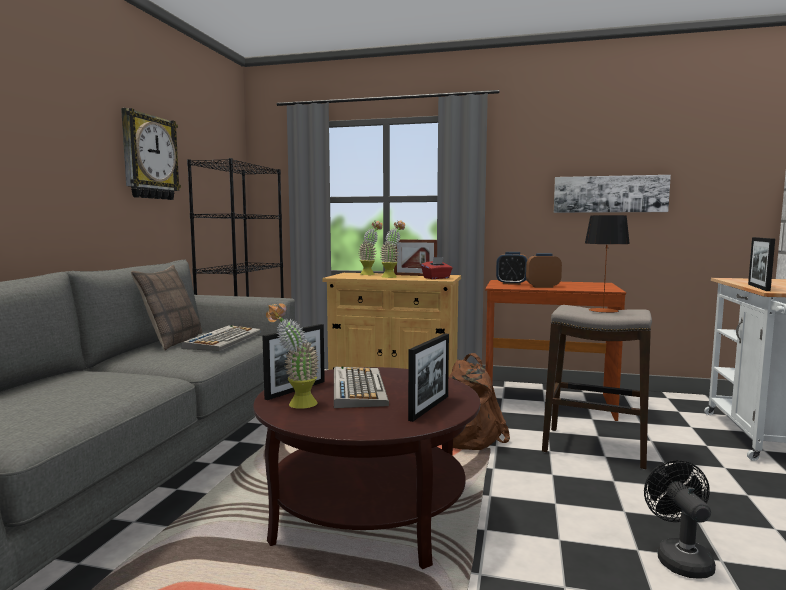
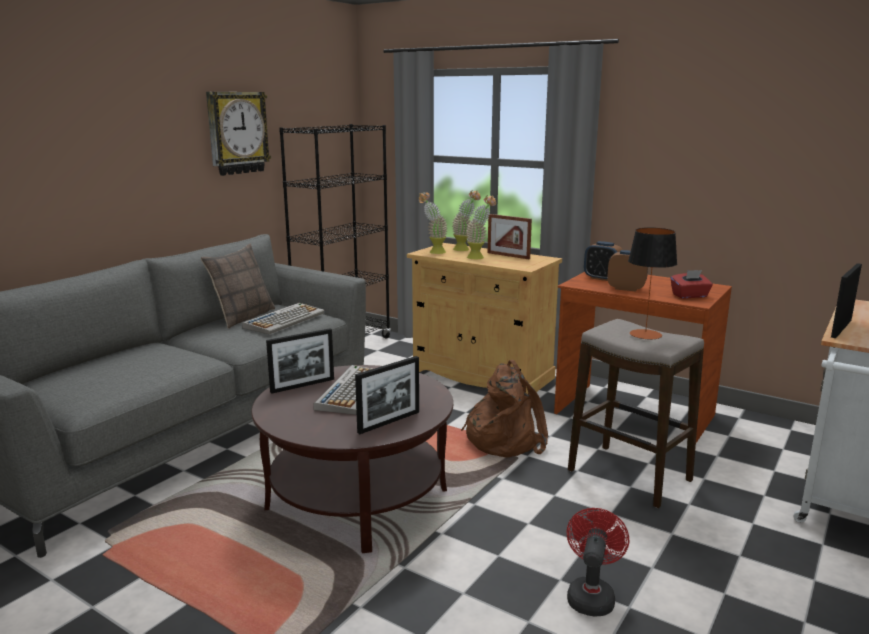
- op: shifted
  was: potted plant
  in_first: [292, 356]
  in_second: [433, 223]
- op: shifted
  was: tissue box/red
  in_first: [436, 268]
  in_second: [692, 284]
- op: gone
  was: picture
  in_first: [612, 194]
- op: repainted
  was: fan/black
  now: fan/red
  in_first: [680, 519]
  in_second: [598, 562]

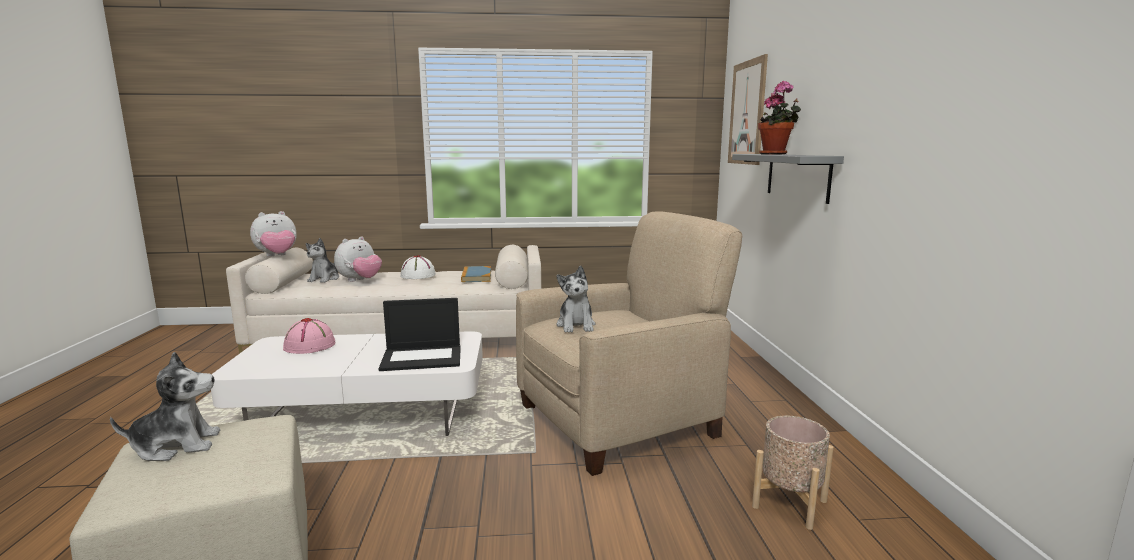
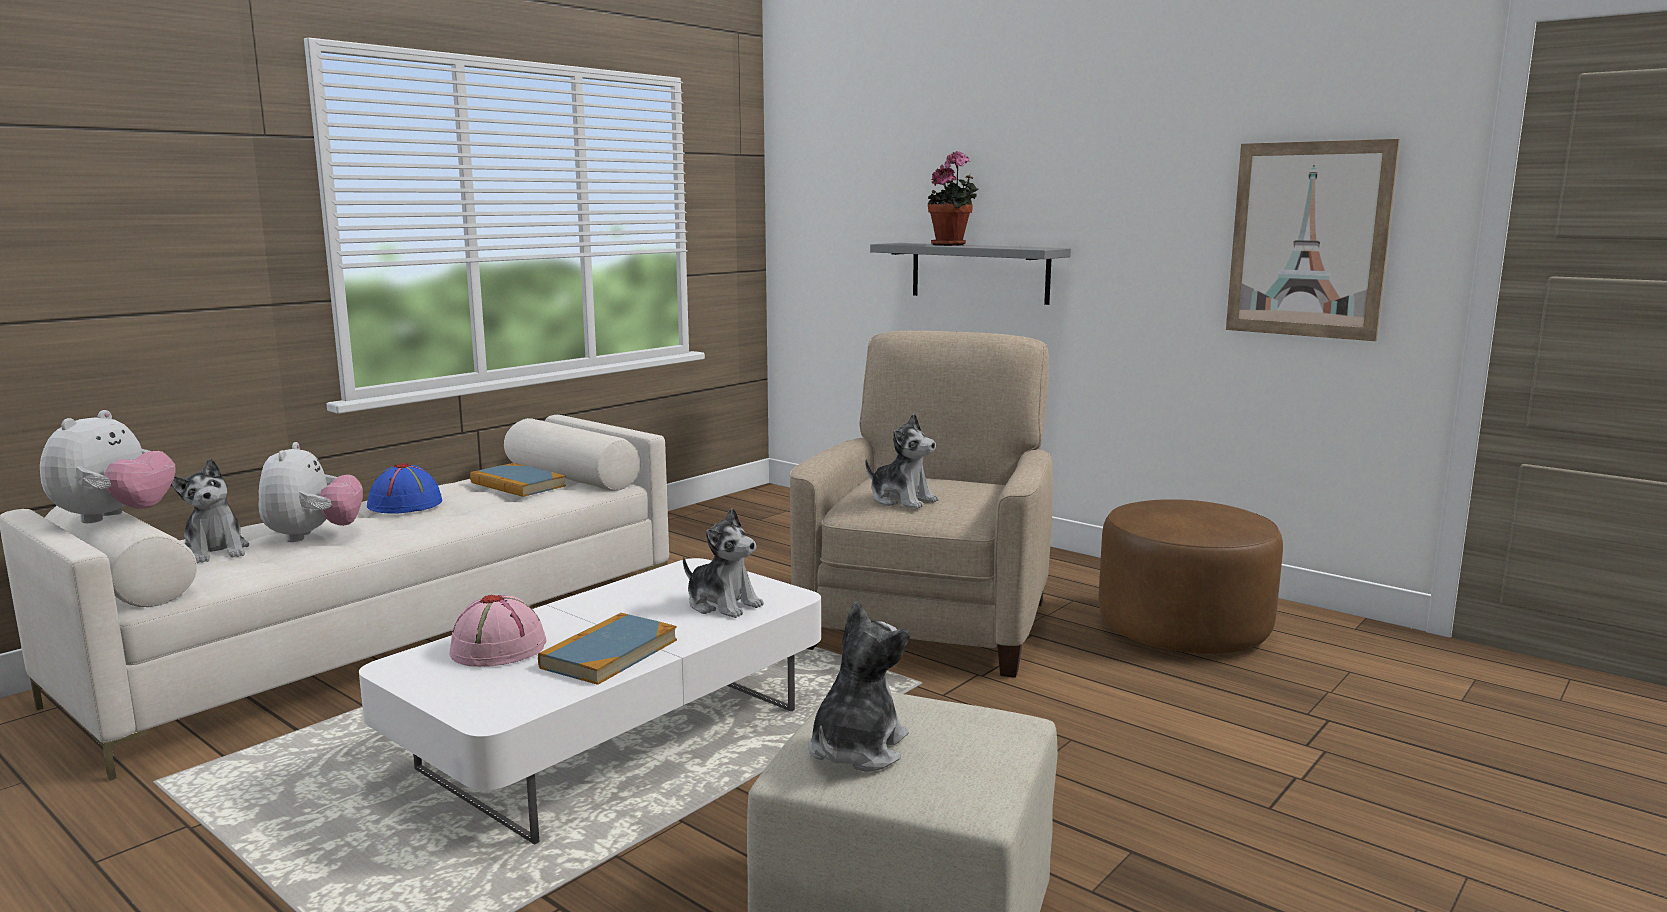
- op: swapped
  was: laptop
  now: plush toy
  in_first: [419, 334]
  in_second: [723, 563]
- op: repainted
  was: hat/white
  now: hat/blue
  in_first: [418, 267]
  in_second: [404, 488]
- op: shifted
  was: picture
  in_first: [748, 109]
  in_second: [1313, 240]
- op: swapped
  was: planter/beige
  now: ottoman/brown
  in_first: [793, 473]
  in_second: [1190, 576]
- op: new
  now: book
  in_second: [607, 649]

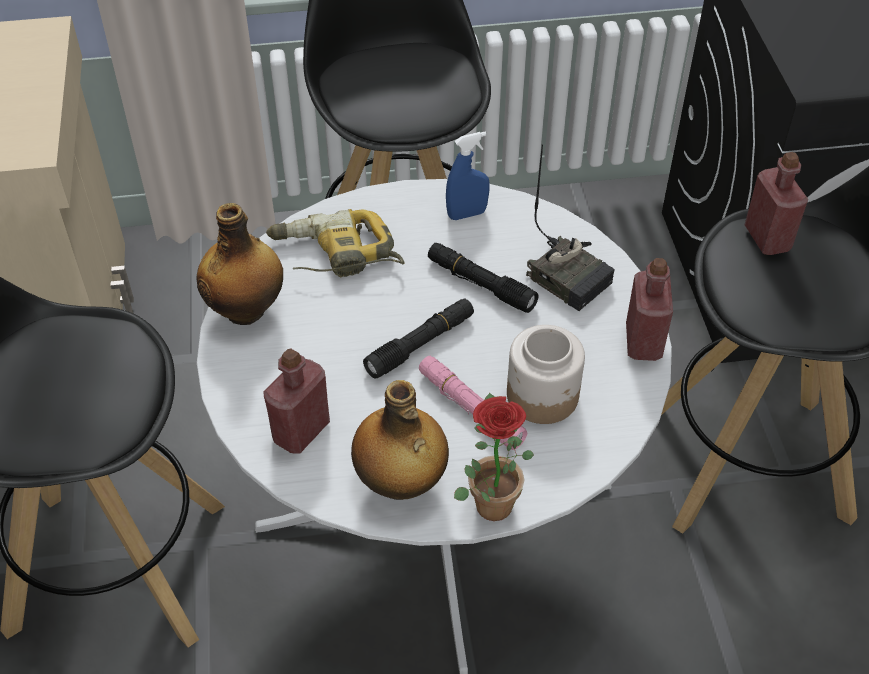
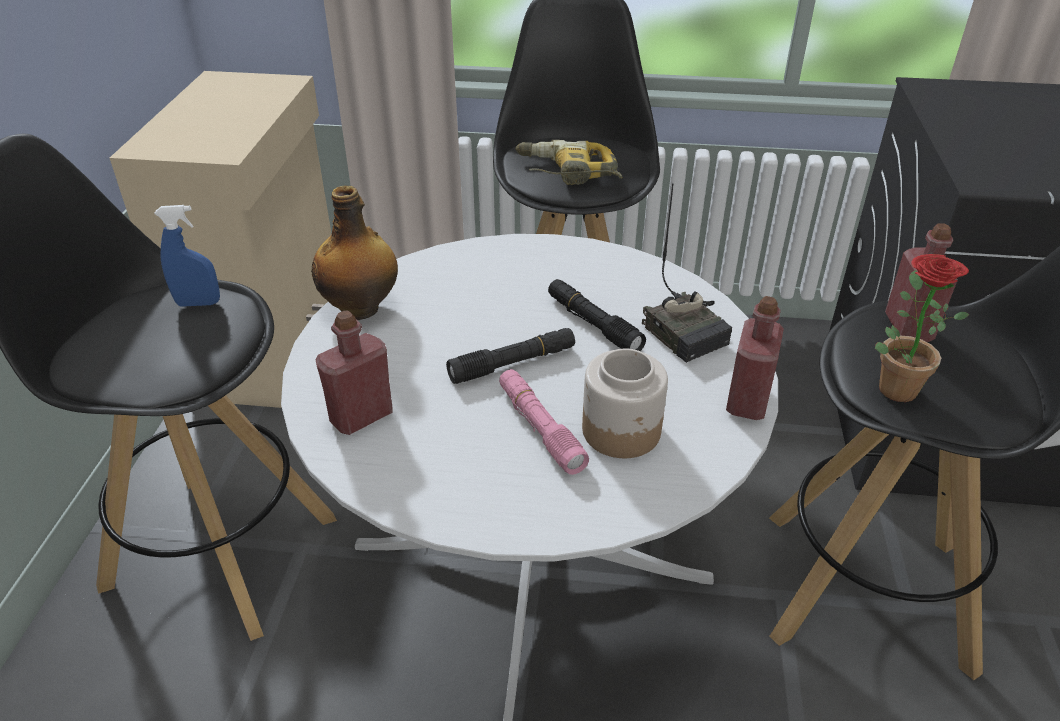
- op: shifted
  was: power drill
  in_first: [335, 243]
  in_second: [569, 162]
- op: gone
  was: bottle
  in_first: [400, 440]
- op: shifted
  was: spray bottle/blue
  in_first: [467, 175]
  in_second: [187, 256]
- op: shifted
  was: potted plant
  in_first: [494, 457]
  in_second: [922, 328]

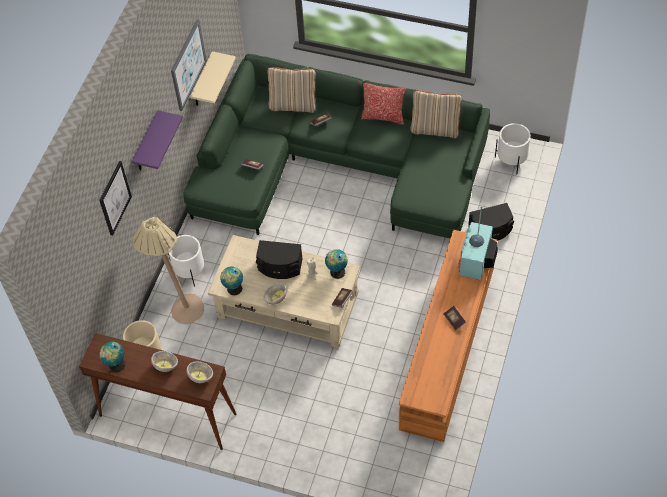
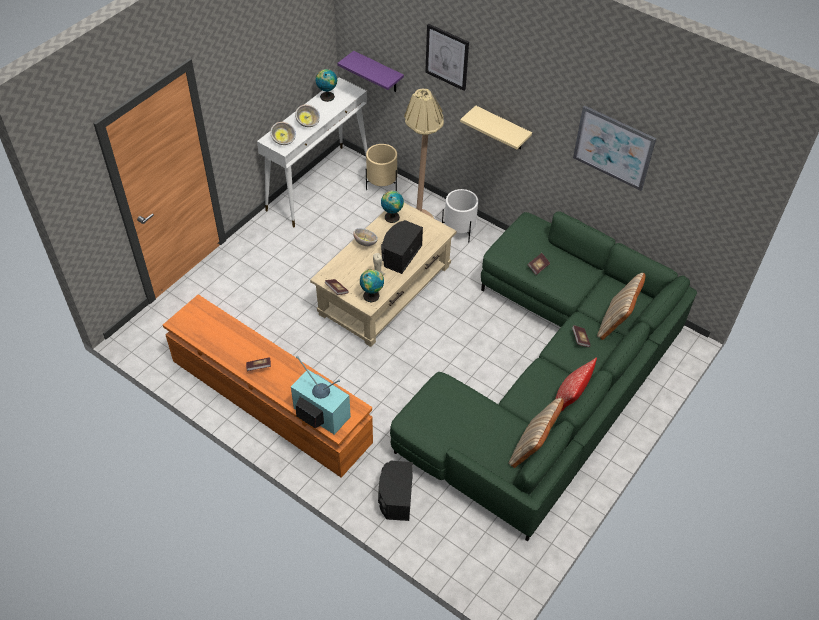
- op: repainted
  was: console table/brown
  now: console table/white
  in_first: [157, 391]
  in_second: [312, 152]
- op: shifted
  was: shelf/purple
  in_first: [157, 140]
  in_second: [370, 71]
- op: shifted
  was: shelf/beige
  in_first: [213, 78]
  in_second: [496, 128]
- op: gone
  was: planter/white
  in_first: [513, 148]

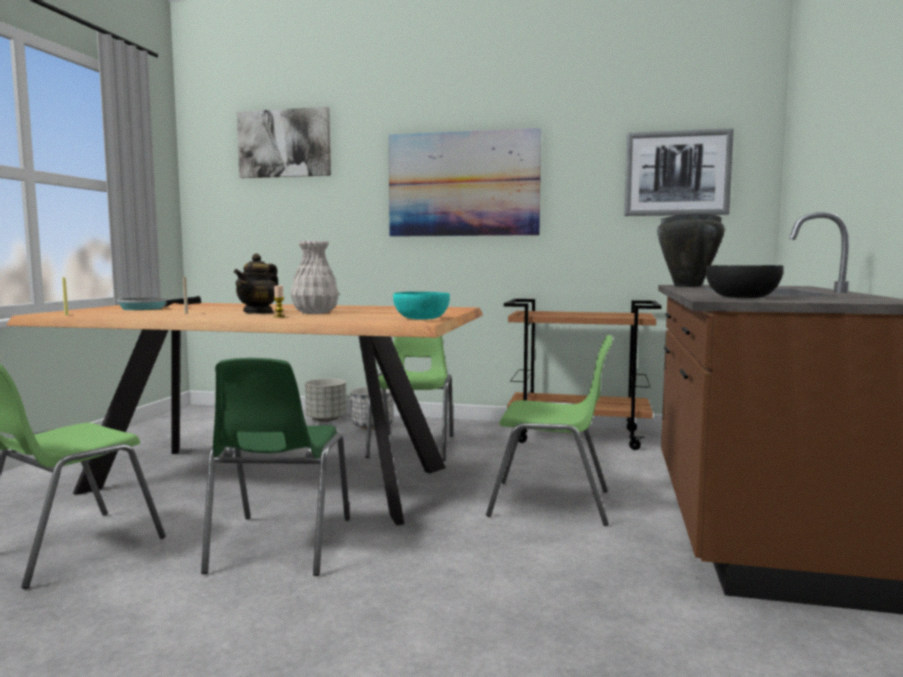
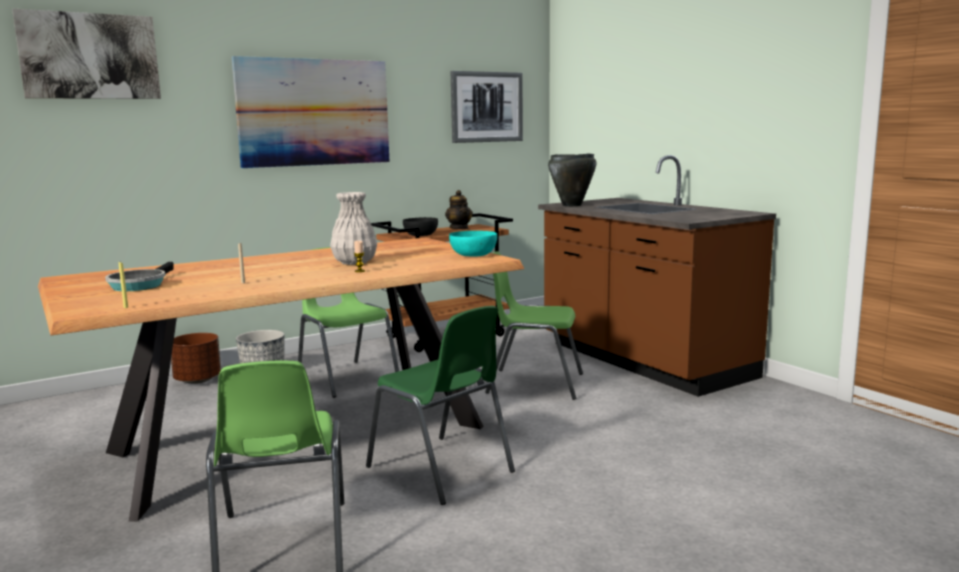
- op: shifted
  was: teapot
  in_first: [256, 283]
  in_second: [459, 209]
- op: repainted
  was: planter/grey
  now: planter/brown
  in_first: [326, 400]
  in_second: [196, 358]
- op: rotated
  was: chair/green
  in_first: [549, 430]
  in_second: [534, 326]
  clockwise: -135
- op: shifted
  was: bowl/black
  in_first: [744, 281]
  in_second: [420, 226]

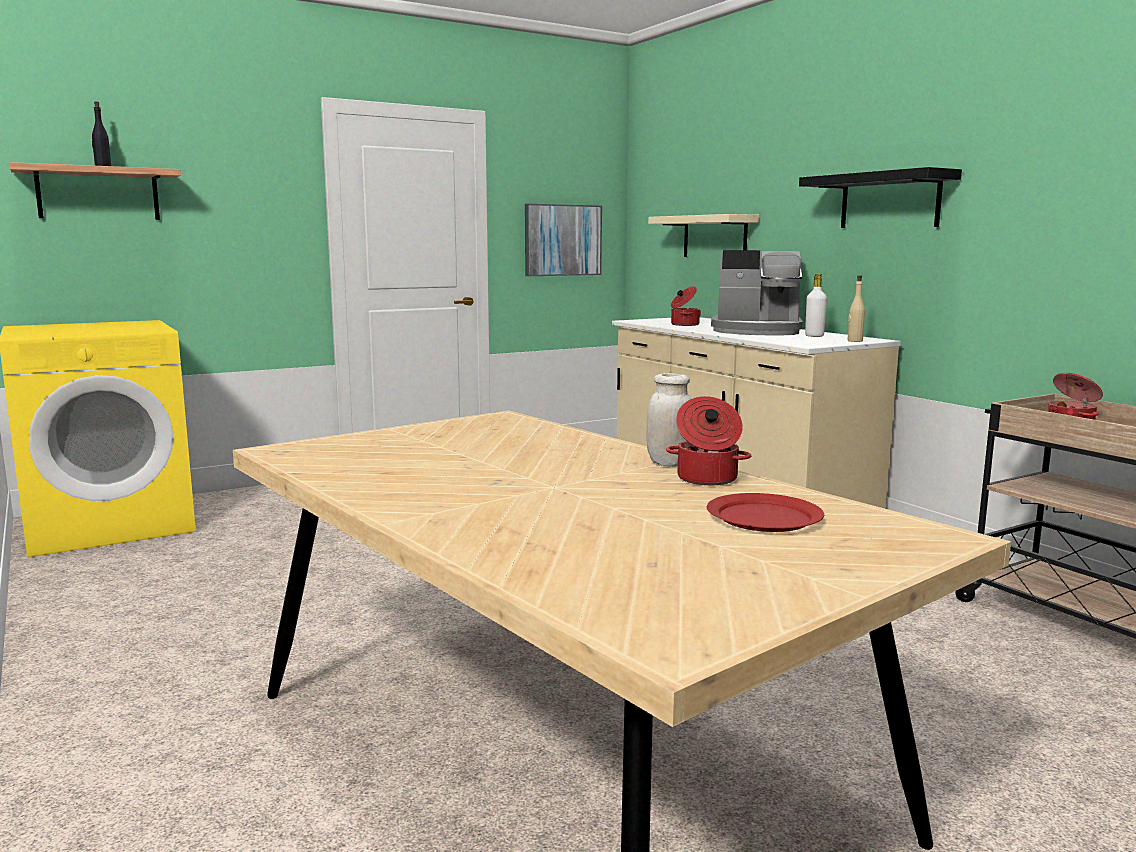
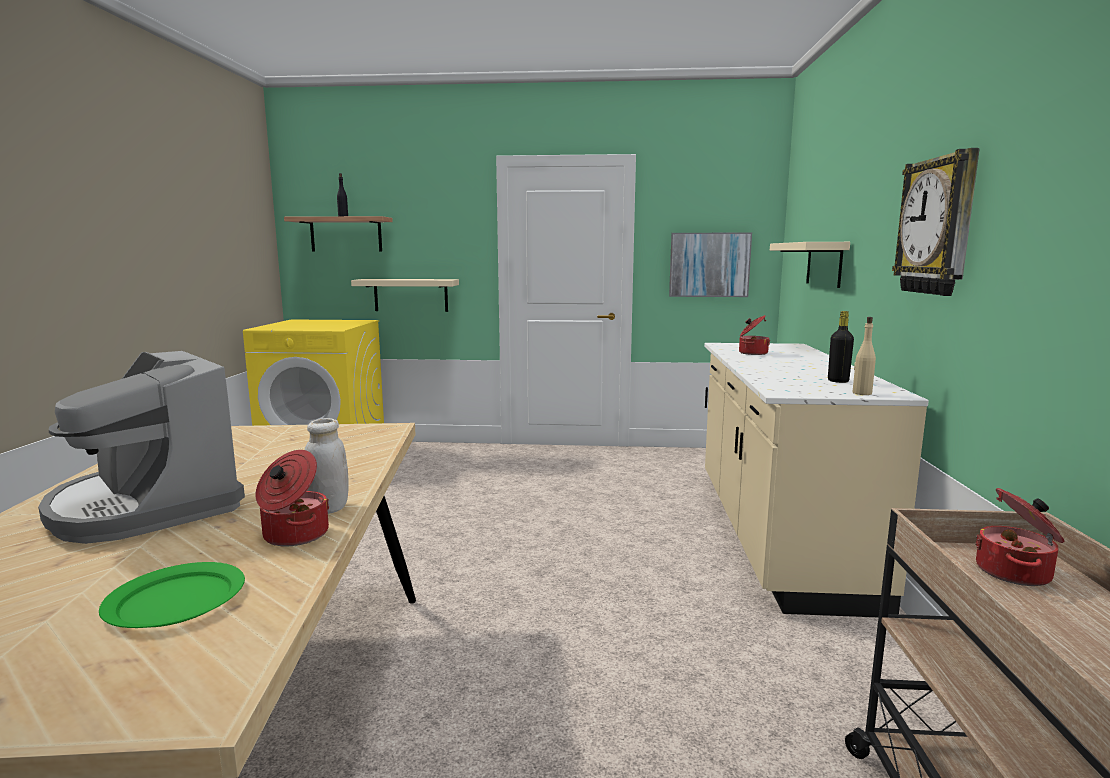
- op: repainted
  was: plate/red
  now: plate/green
  in_first: [765, 512]
  in_second: [172, 595]
- op: shifted
  was: coffee machine
  in_first: [757, 292]
  in_second: [141, 447]
- op: swapped
  was: shelf/black
  now: wall clock
  in_first: [880, 197]
  in_second: [936, 222]
- op: repainted
  was: bottle/white
  now: bottle/black
  in_first: [816, 305]
  in_second: [841, 347]
- op: new
  now: shelf/beige
  in_second: [405, 295]

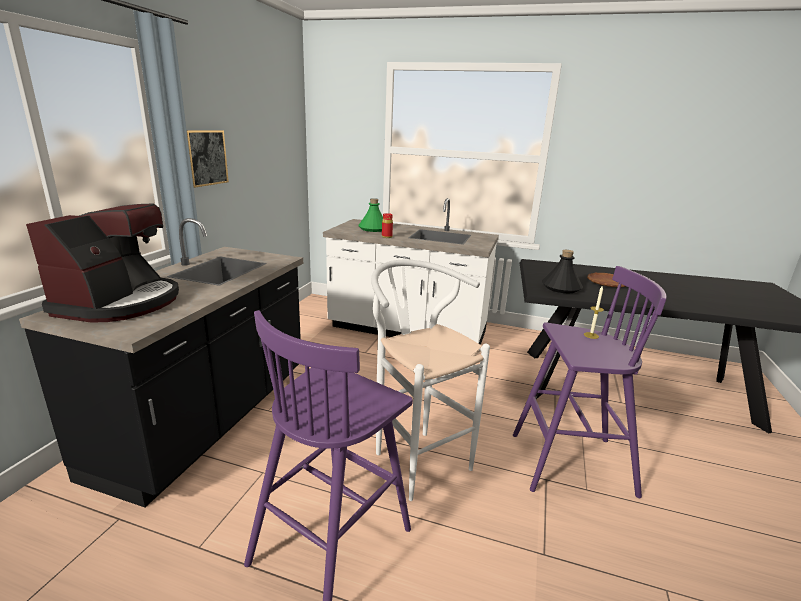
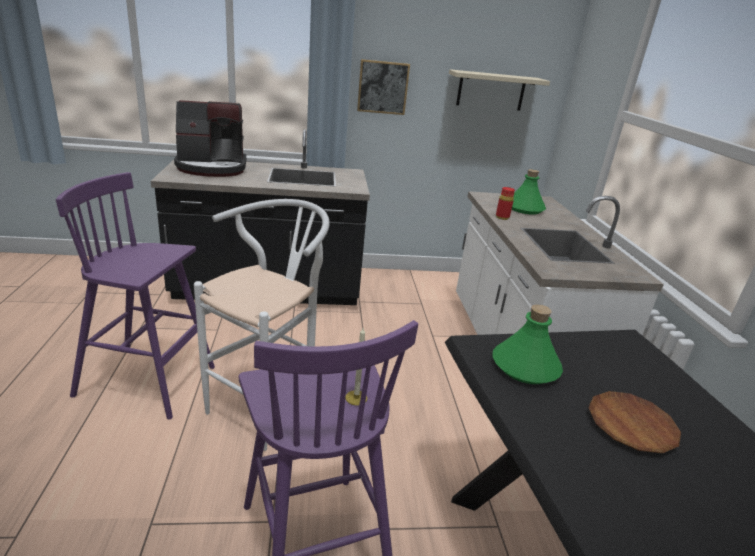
- op: repainted
  was: bottle/black
  now: bottle/green
  in_first: [562, 271]
  in_second: [528, 344]
- op: new
  now: shelf/beige
  in_second: [499, 90]

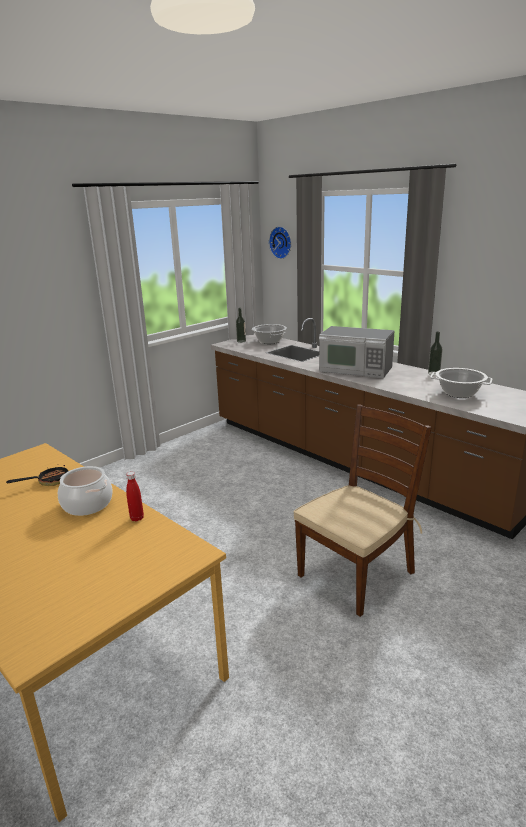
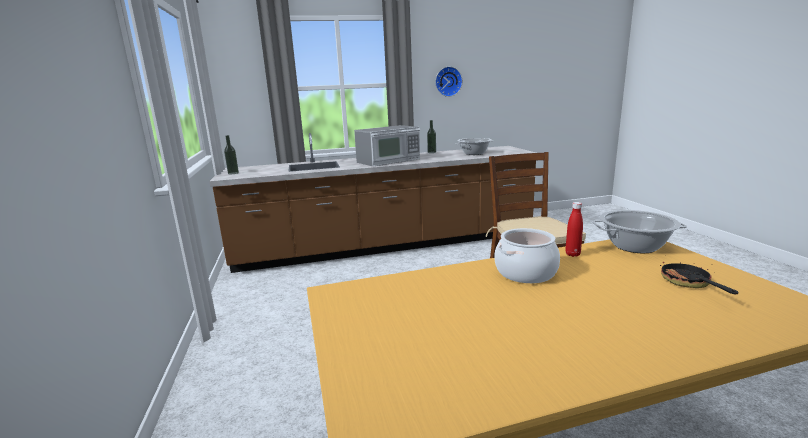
- op: shifted
  was: frying pan
  in_first: [37, 475]
  in_second: [699, 278]
- op: shifted
  was: cooking pot
  in_first: [269, 334]
  in_second: [639, 231]
- op: shifted
  was: wall clock
  in_first: [280, 242]
  in_second: [449, 81]

